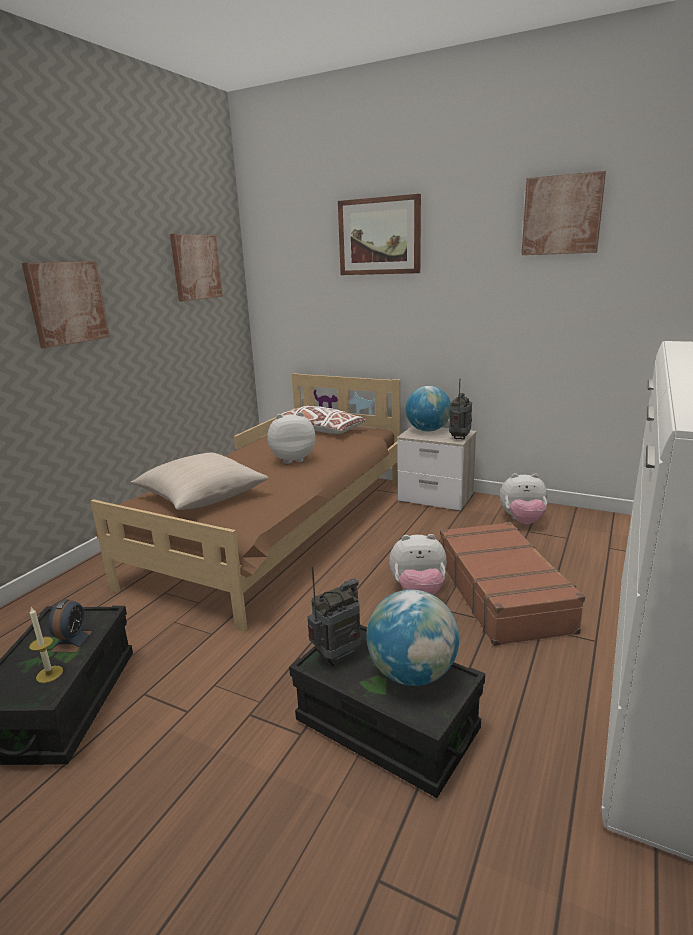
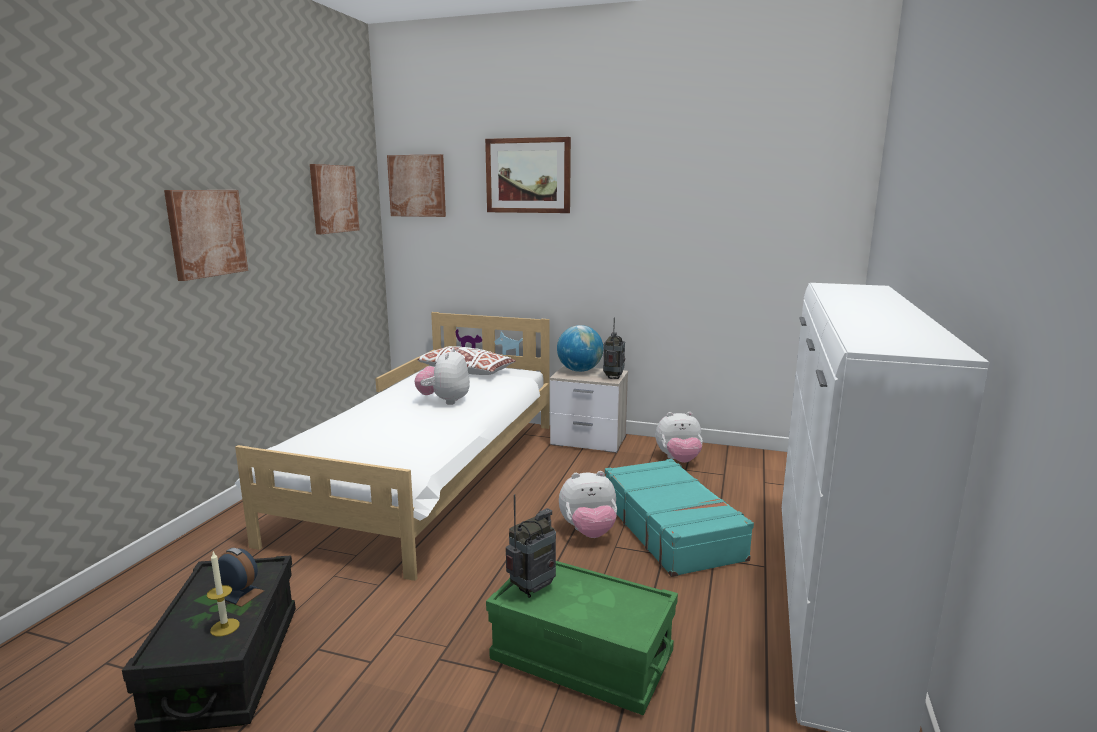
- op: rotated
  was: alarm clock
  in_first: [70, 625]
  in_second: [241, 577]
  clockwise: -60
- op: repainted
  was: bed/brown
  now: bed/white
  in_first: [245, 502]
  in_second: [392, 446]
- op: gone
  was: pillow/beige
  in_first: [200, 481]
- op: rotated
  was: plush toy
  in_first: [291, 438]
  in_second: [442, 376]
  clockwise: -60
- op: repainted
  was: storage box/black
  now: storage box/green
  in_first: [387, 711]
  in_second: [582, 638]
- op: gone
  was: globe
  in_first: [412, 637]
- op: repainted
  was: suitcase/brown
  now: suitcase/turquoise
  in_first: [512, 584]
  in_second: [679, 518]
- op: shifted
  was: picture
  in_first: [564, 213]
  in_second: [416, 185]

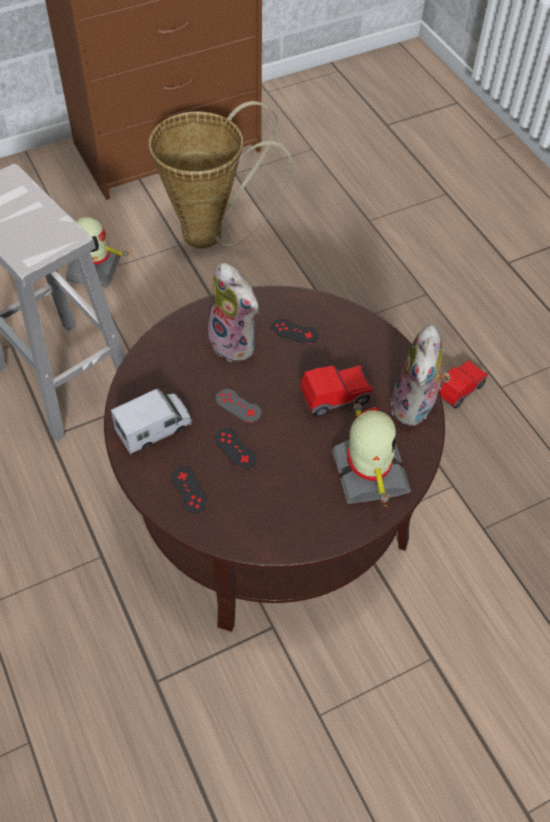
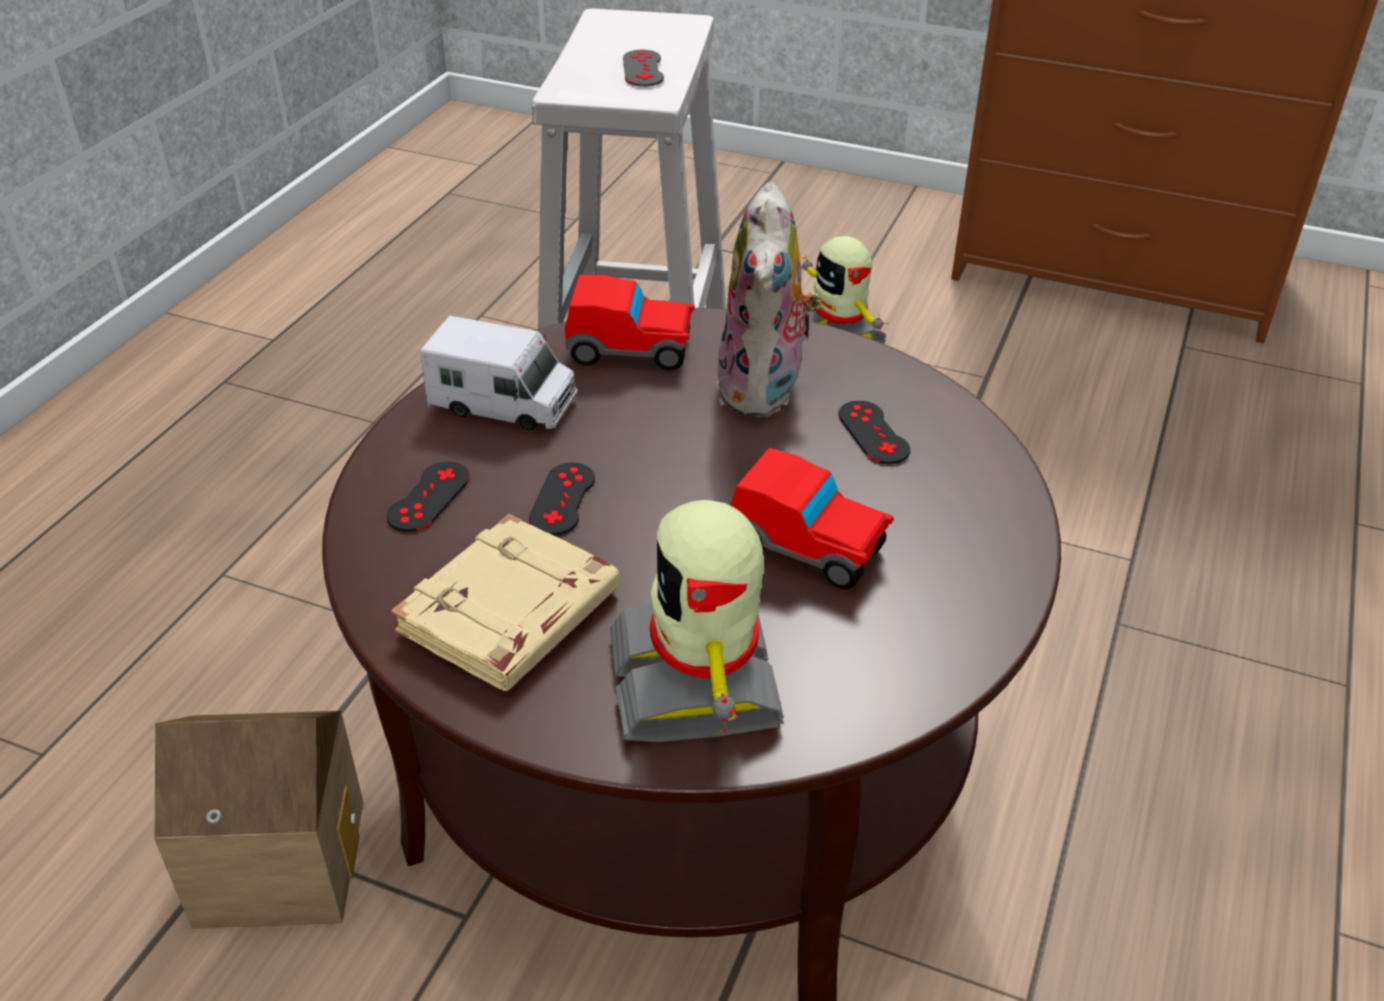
- op: gone
  was: basket
  in_first: [220, 174]
- op: shifted
  was: game controller/grey
  in_first: [238, 406]
  in_second: [643, 68]
- op: rotated
  was: toy robot
  in_first: [371, 453]
  in_second: [697, 621]
  clockwise: 135
- op: gone
  was: plush toy
  in_first: [420, 375]
- op: shifted
  was: toy car
  in_first: [463, 383]
  in_second: [630, 322]
- op: new
  now: toy house
  in_second: [258, 820]
- op: new
  now: book/beige
  in_second: [505, 602]

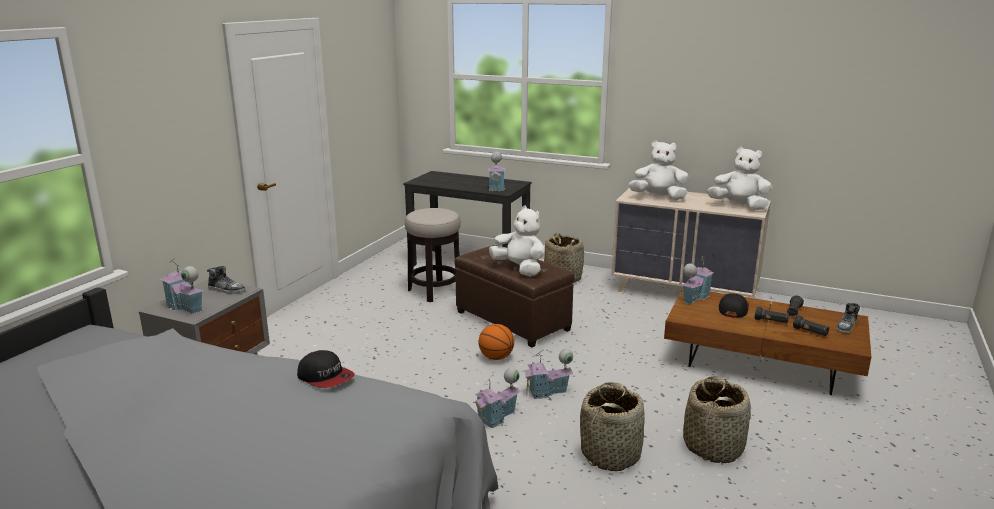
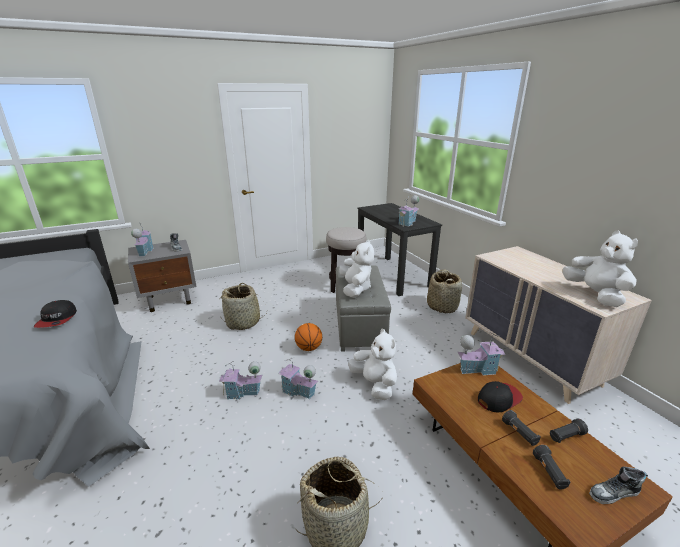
- op: repainted
  was: ottoman/brown
  now: ottoman/grey
  in_first: [514, 296]
  in_second: [363, 308]
- op: shifted
  was: basket
  in_first: [612, 426]
  in_second: [243, 306]
- op: shifted
  was: plush toy/white
  in_first: [659, 170]
  in_second: [372, 364]

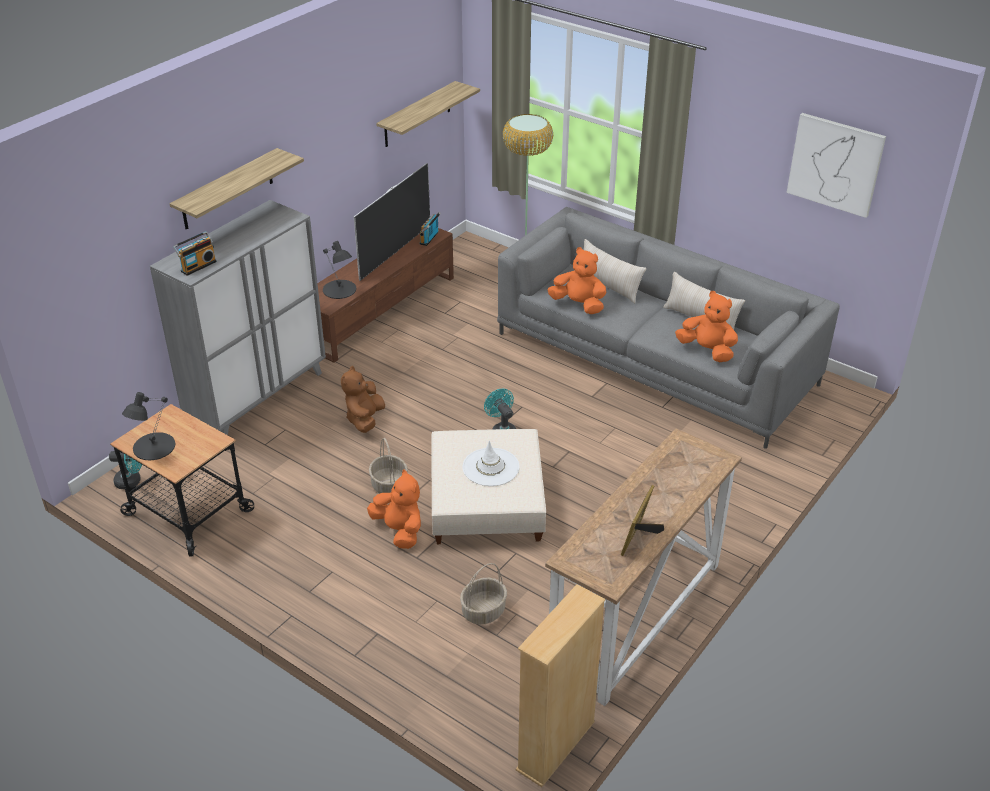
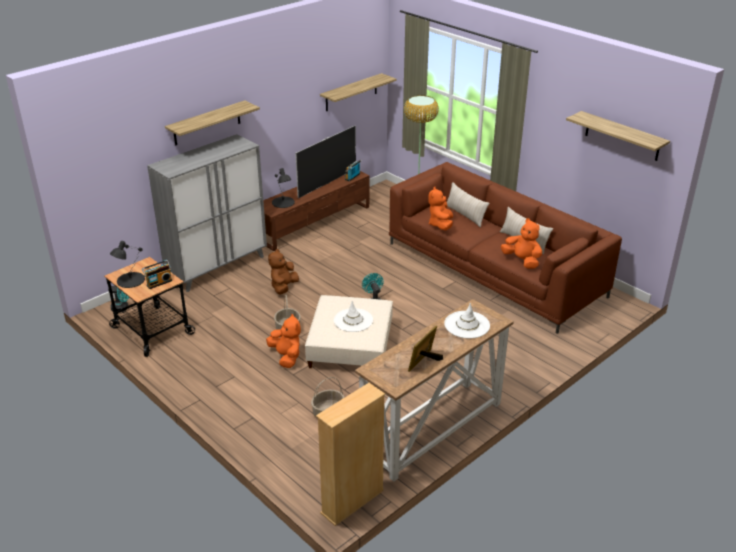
- op: shifted
  was: radio
  in_first: [195, 253]
  in_second: [157, 274]
- op: repainted
  was: sofa/grey
  now: sofa/brown
  in_first: [668, 328]
  in_second: [505, 248]
- op: rotated
  was: plush toy/orange
  in_first: [577, 280]
  in_second: [440, 208]
  clockwise: -120
- op: swapped
  was: picture
  now: shelf
  in_first: [836, 165]
  in_second: [618, 136]
- op: new
  now: hat/white
  in_second: [467, 320]

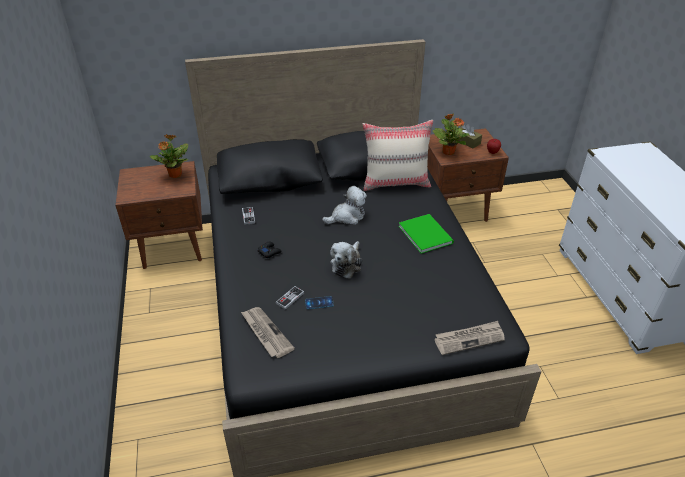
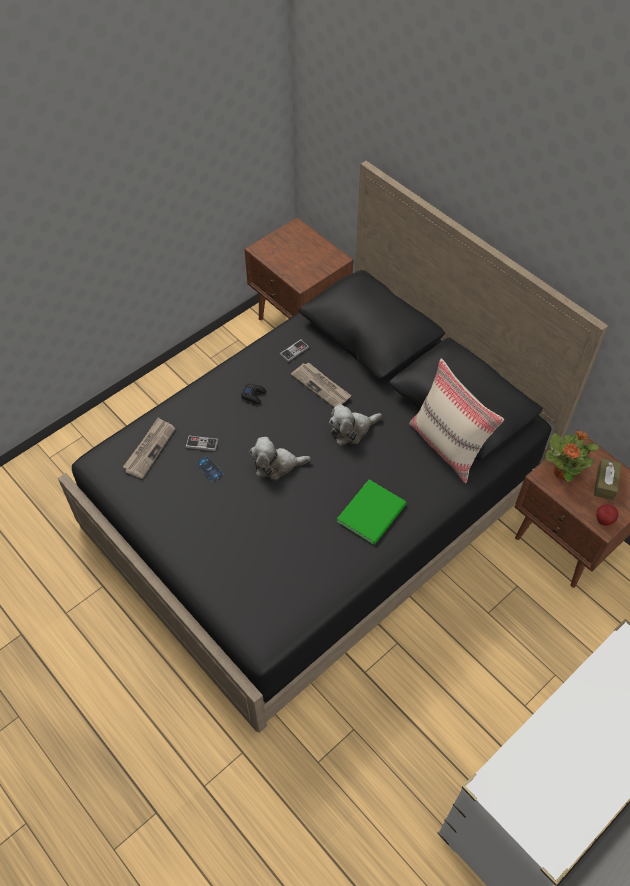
- op: gone
  was: potted plant
  in_first: [169, 156]
- op: rotated
  was: plush toy
  in_first: [344, 205]
  in_second: [355, 424]
  clockwise: 120
- op: shifted
  was: newspaper
  in_first: [469, 338]
  in_second: [321, 384]

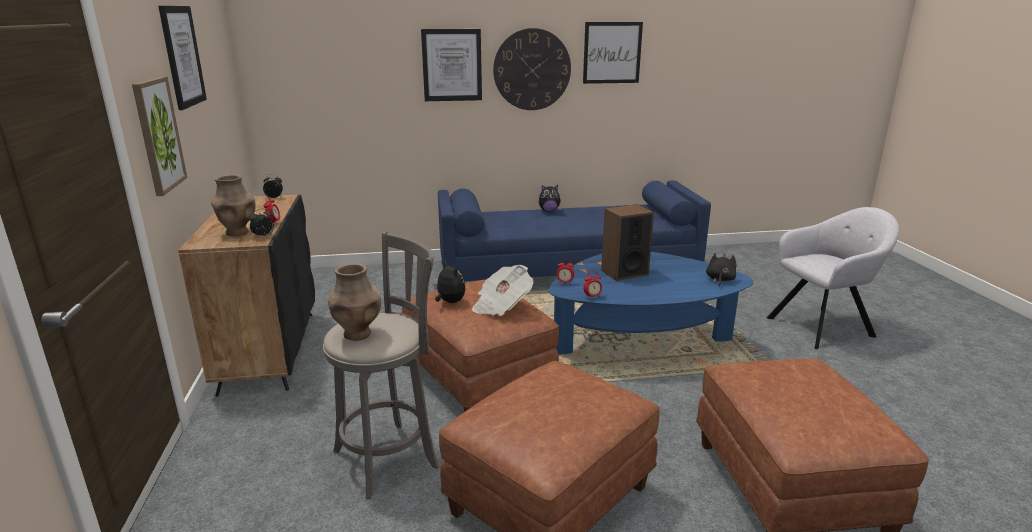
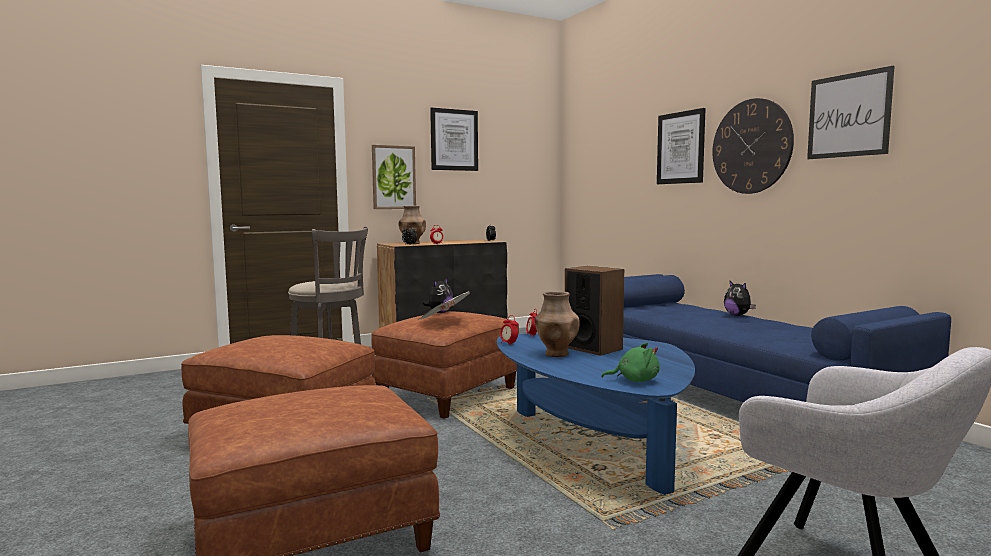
- op: shifted
  was: vase/brown
  in_first: [354, 302]
  in_second: [557, 324]
- op: repainted
  was: plush toy/black
  now: plush toy/green
  in_first: [721, 269]
  in_second: [631, 362]

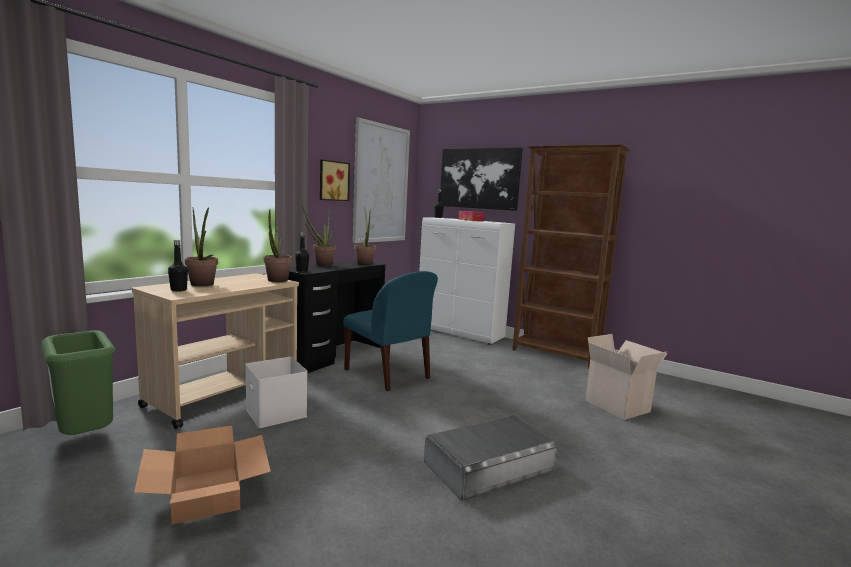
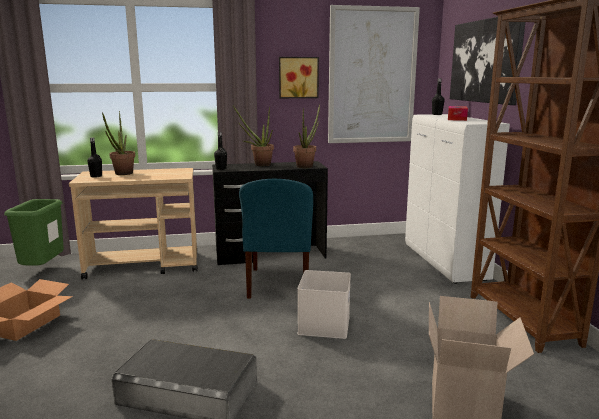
- op: shifted
  was: storage box/white
  in_first: [276, 392]
  in_second: [324, 304]
- op: gone
  was: potted plant
  in_first: [277, 245]

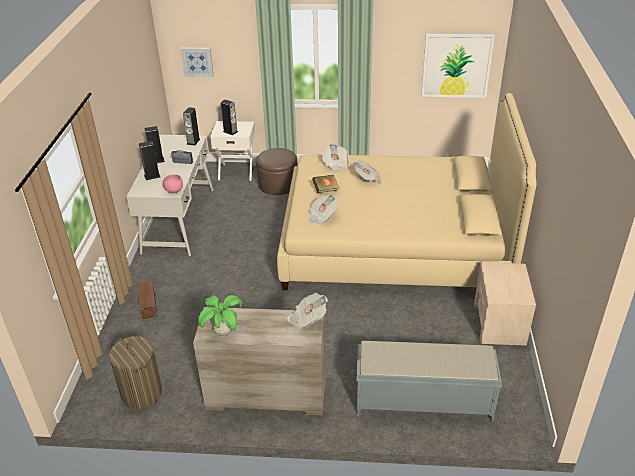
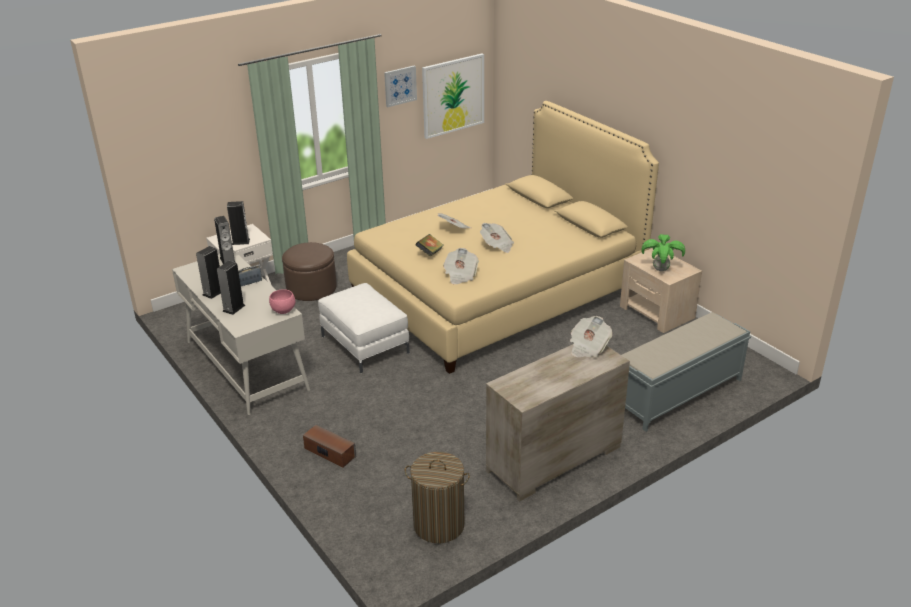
- op: shifted
  was: picture
  in_first: [197, 62]
  in_second: [400, 86]
- op: shifted
  was: potted plant
  in_first: [220, 315]
  in_second: [663, 252]
- op: shifted
  was: newspaper
  in_first: [335, 158]
  in_second: [497, 238]
- op: new
  now: ottoman/white
  in_second: [364, 328]

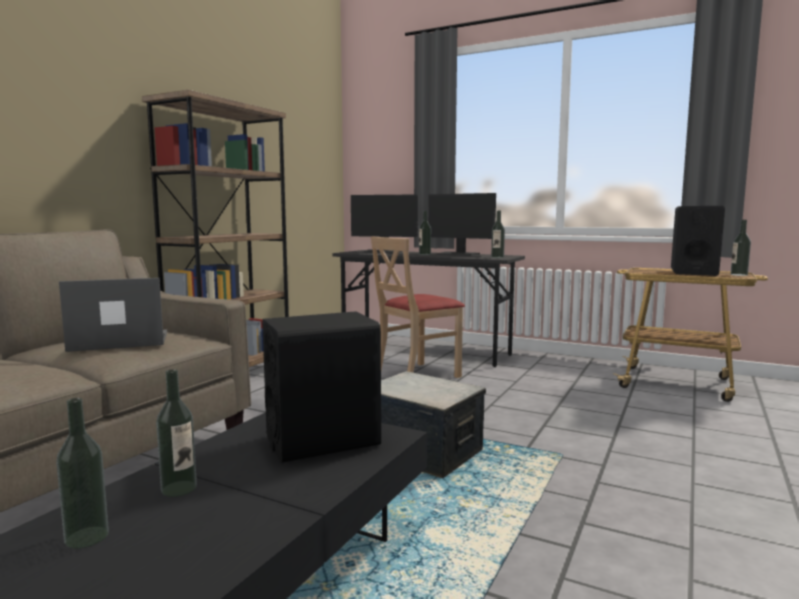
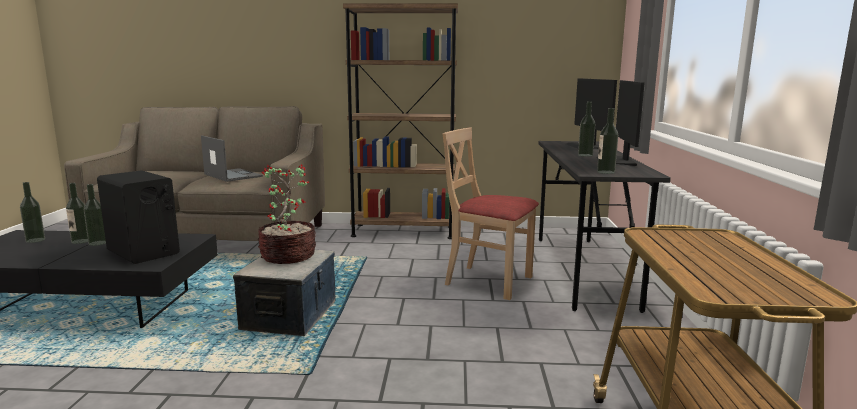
- op: gone
  was: speaker/black
  in_first: [698, 241]
- op: shifted
  was: bottle
  in_first: [740, 248]
  in_second: [95, 215]
- op: new
  now: potted plant
  in_second: [286, 214]

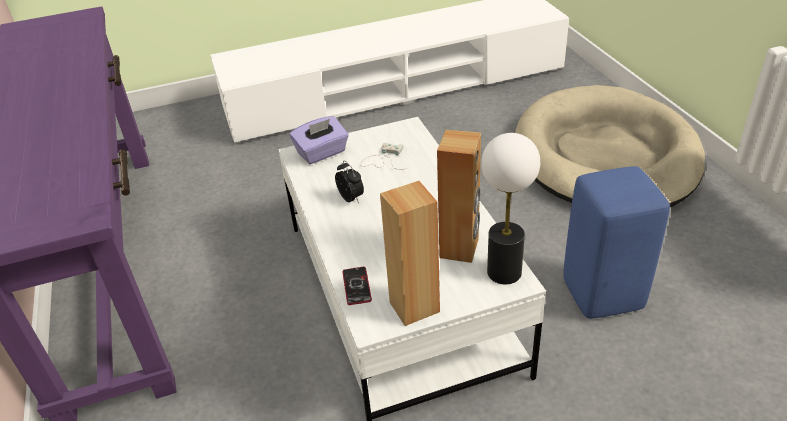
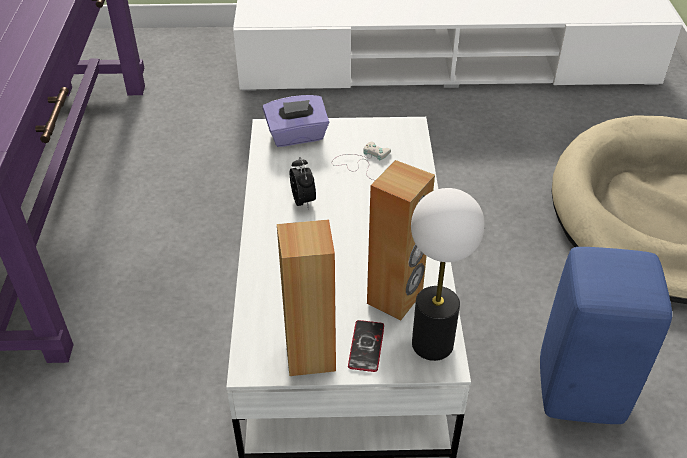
- op: shifted
  was: phone
  in_first: [357, 286]
  in_second: [366, 346]

